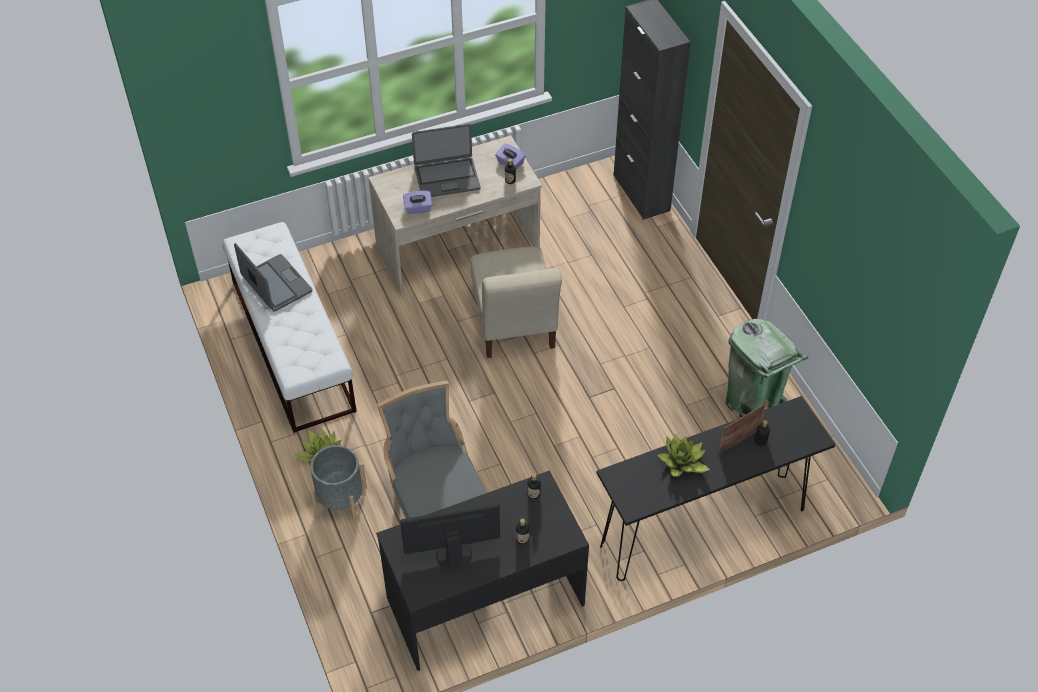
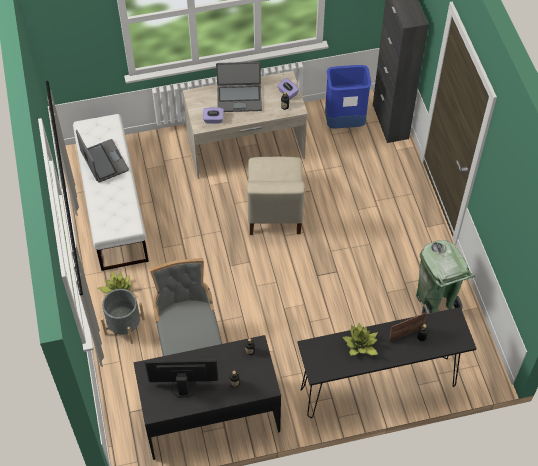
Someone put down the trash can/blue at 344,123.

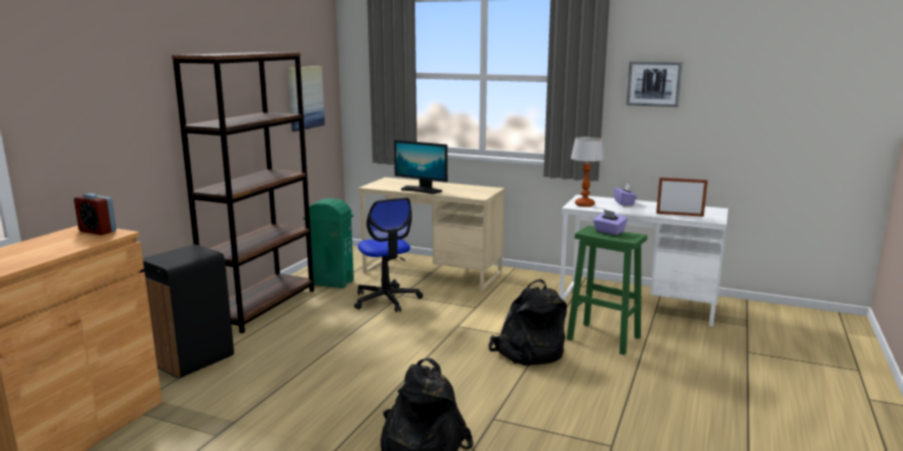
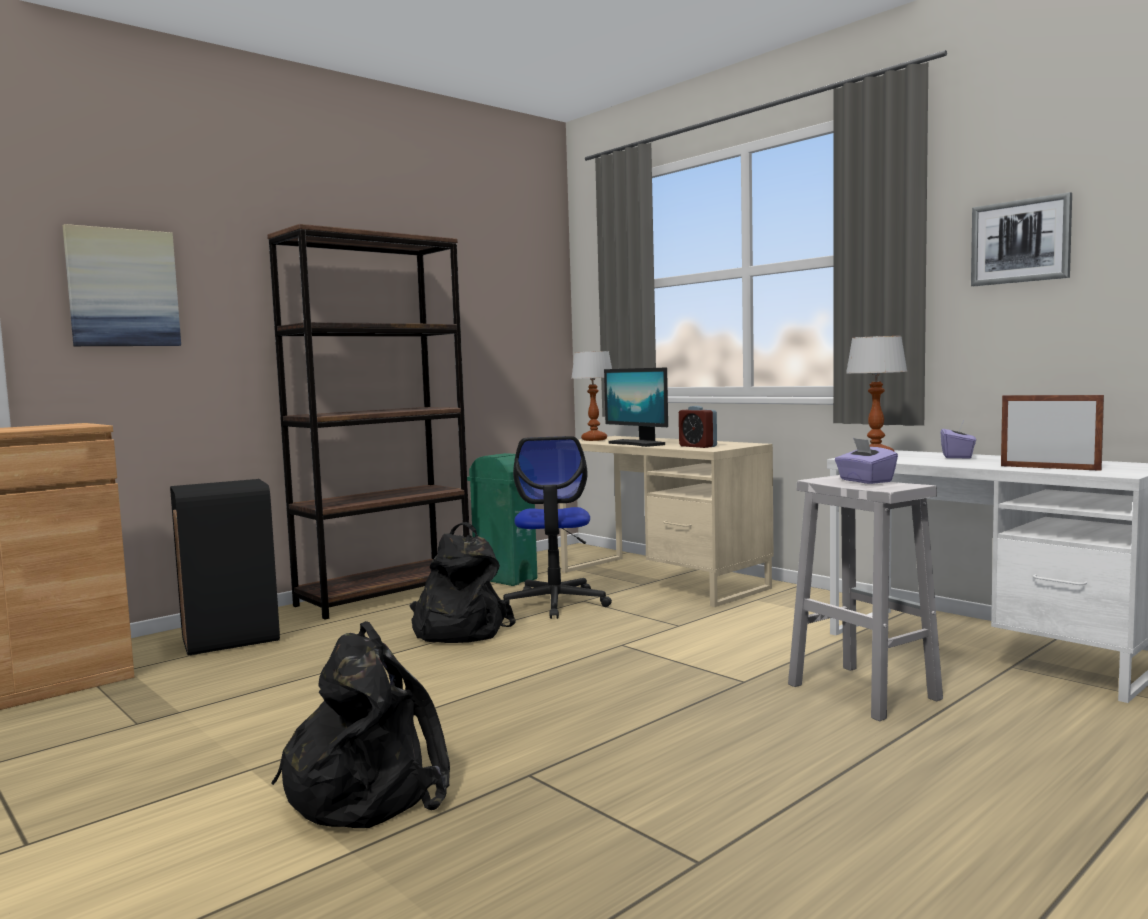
Someone carried the alarm clock from 97,231 to 698,446.
Someone carried the picture from 305,97 to 123,288.
Someone carried the backpack/black from 528,352 to 457,631.
Someone repainted the stool/green at 602,338, which became the stool/white at 860,691.
Someone put down the table lamp at 594,440.

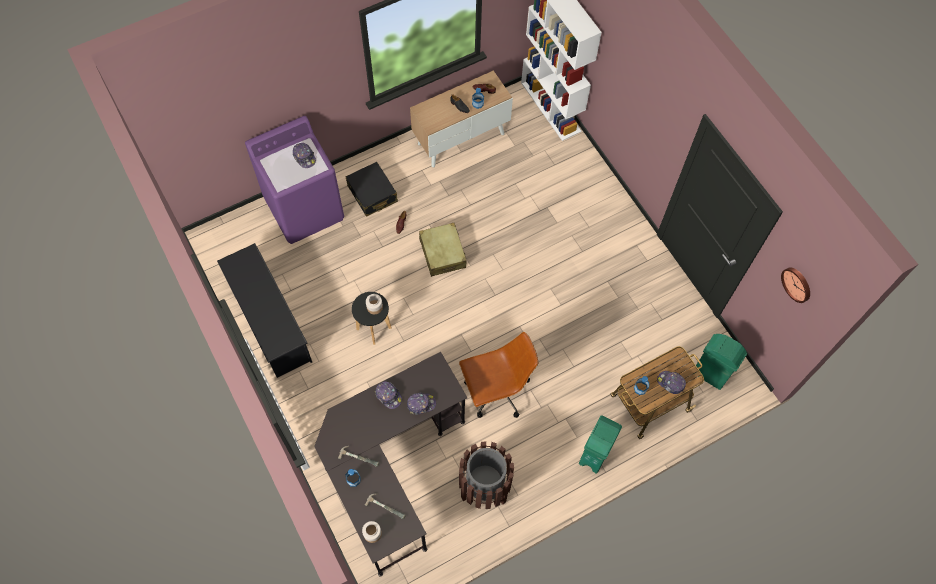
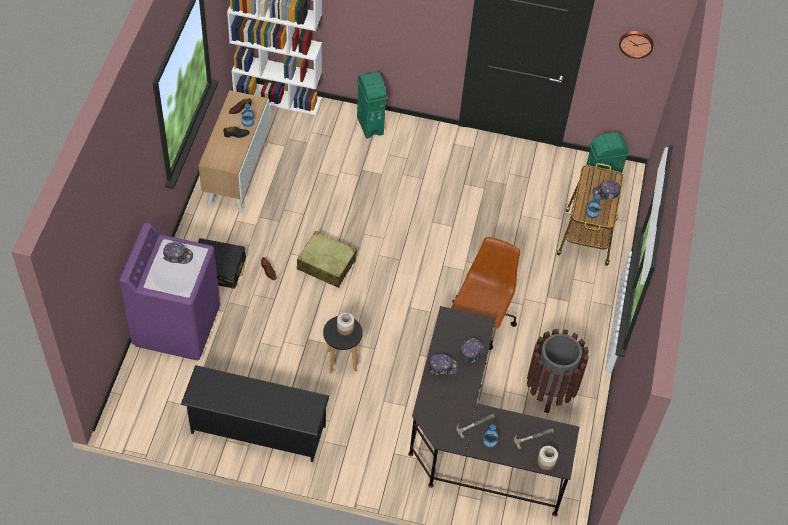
Someone carried the trash can/green from 595,454 to 370,125.

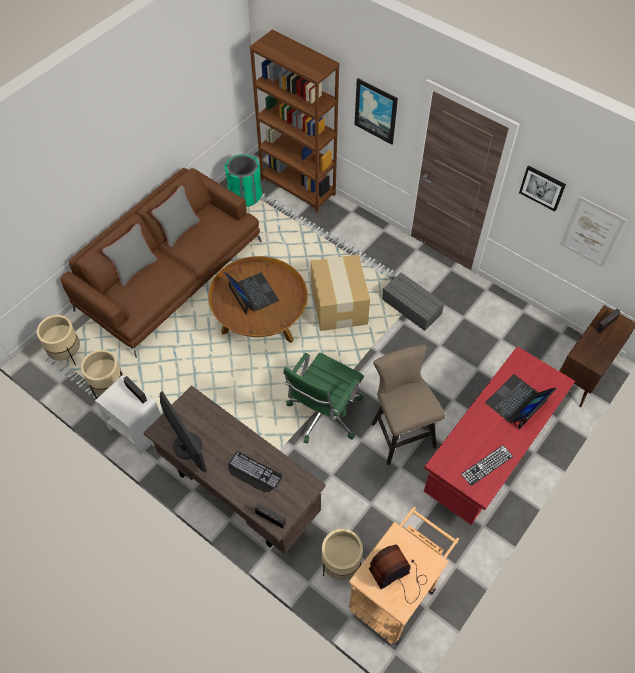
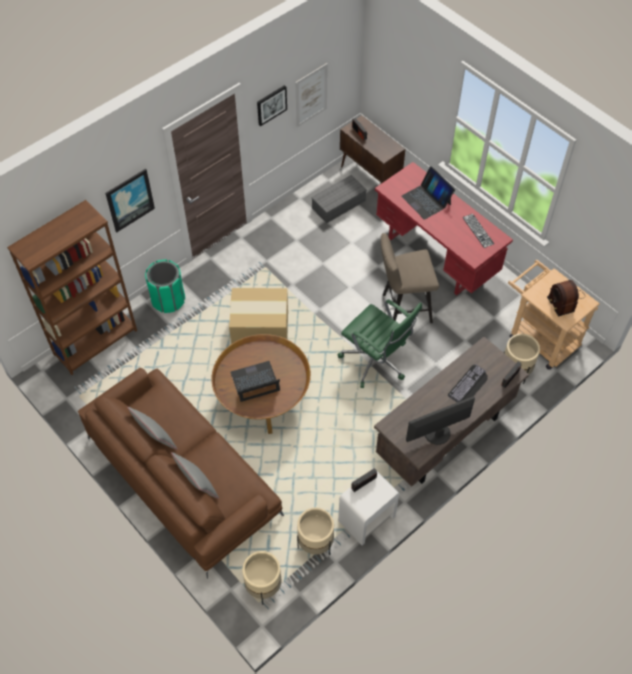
Someone carried the trash can/green from 245,195 to 168,300.
Someone carried the storage box/grey from 410,306 to 338,205.

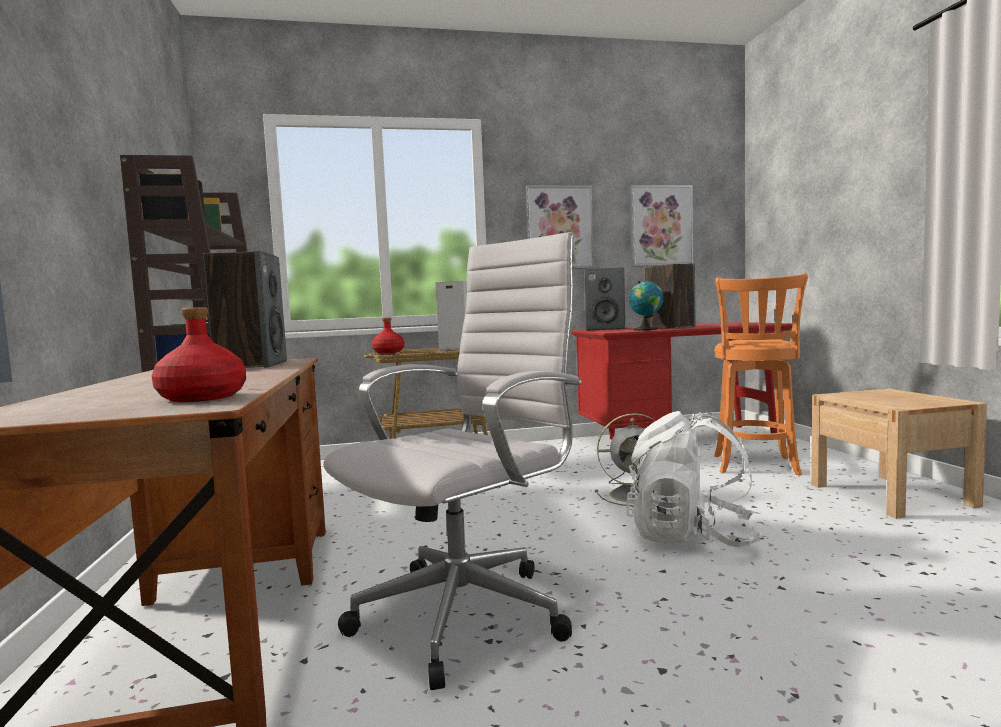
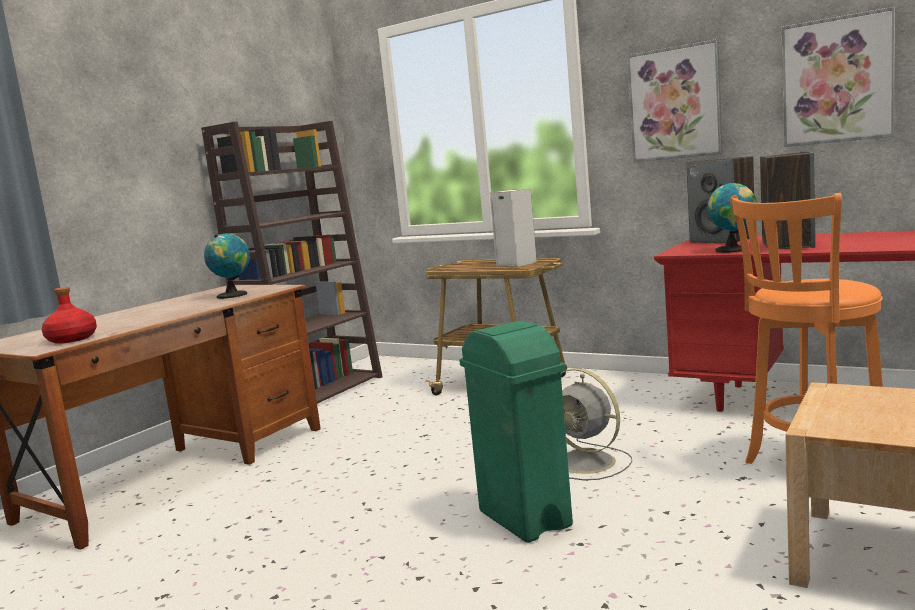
Someone swapped the speaker at 252,365 for the globe at 233,295.
Someone took away the office chair/white at 469,612.
Someone took away the bottle/red at 389,352.
Someone swapped the backpack/white at 691,537 for the trash can/green at 524,519.

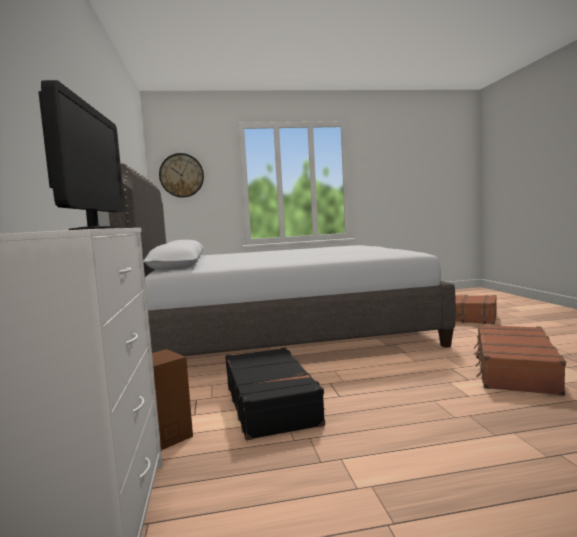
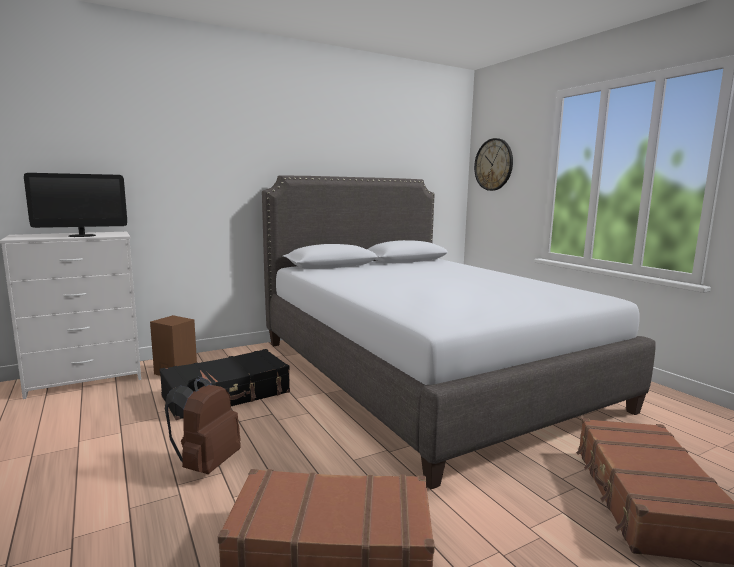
Someone put down the backpack/brown at 206,464.

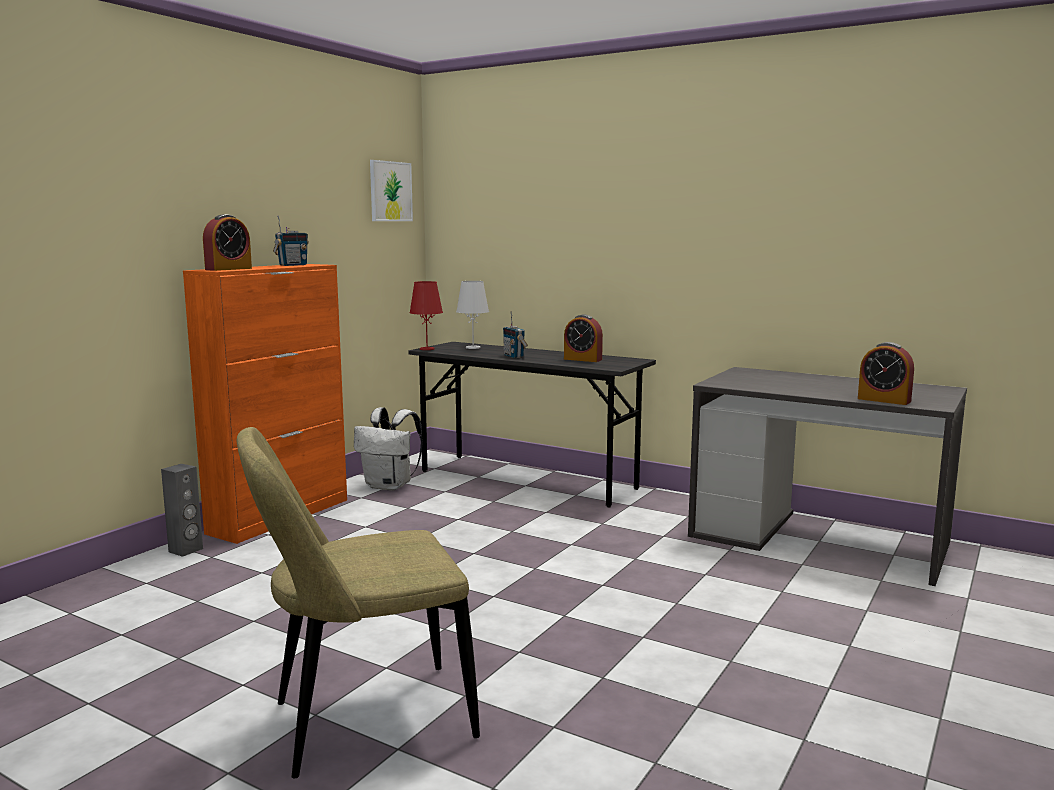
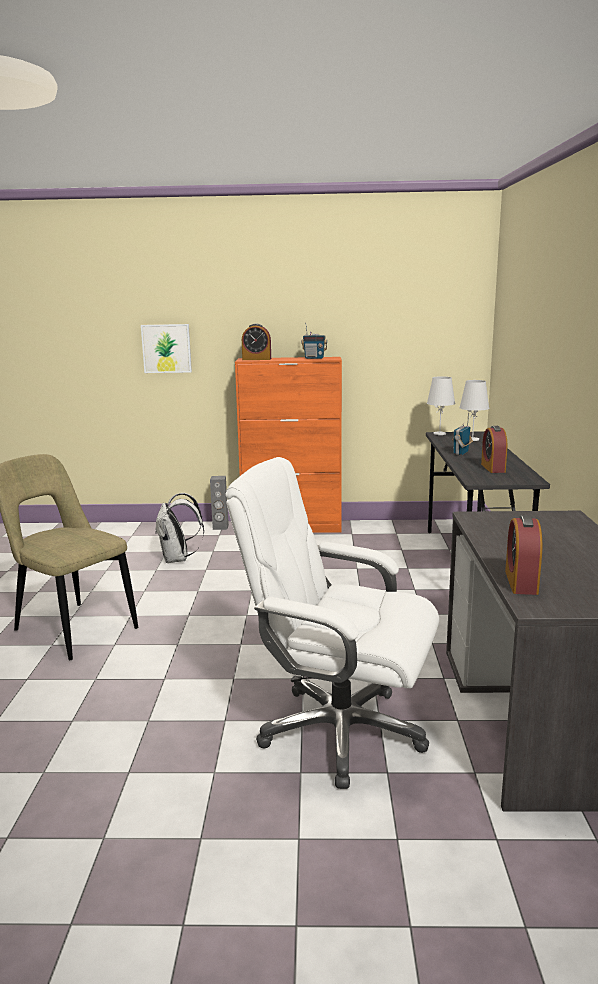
Someone carried the backpack/white from 390,486 to 178,559.
Someone carried the picture from 390,191 to 166,348.
Someone repainted the table lamp/red at 427,349, which became the table lamp/white at 439,433.
Someone put down the office chair/white at 339,731.

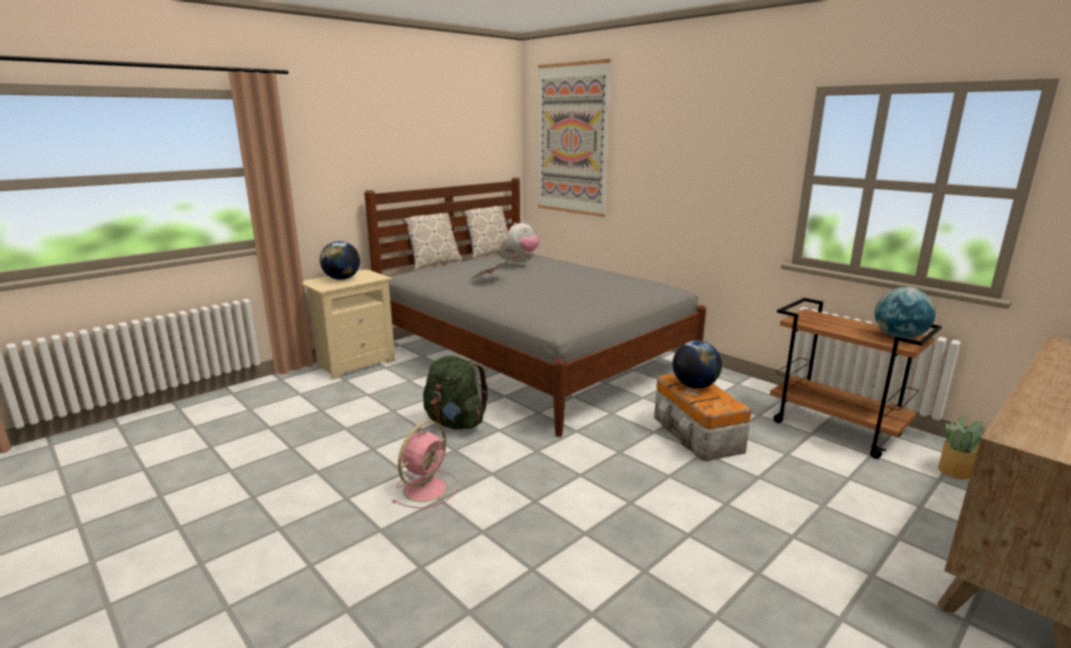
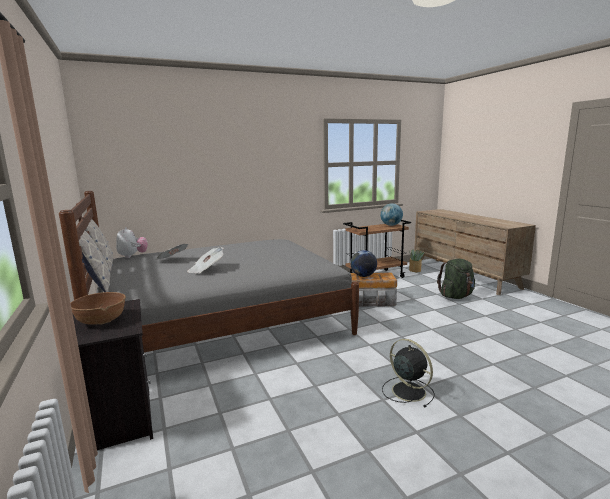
Someone repainted the nightstand/beige at 354,363, which became the nightstand/black at 120,420.
Someone swapped the globe at 342,279 for the bowl/brown at 101,321.
Someone repainted the fan/pink at 427,488, which became the fan/black at 407,391.
Someone carried the backpack/green from 455,423 to 456,296.
Someone took away the picture at 572,139.

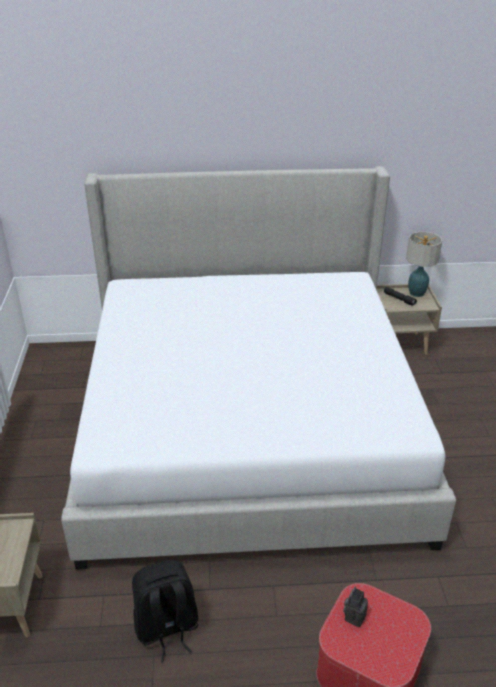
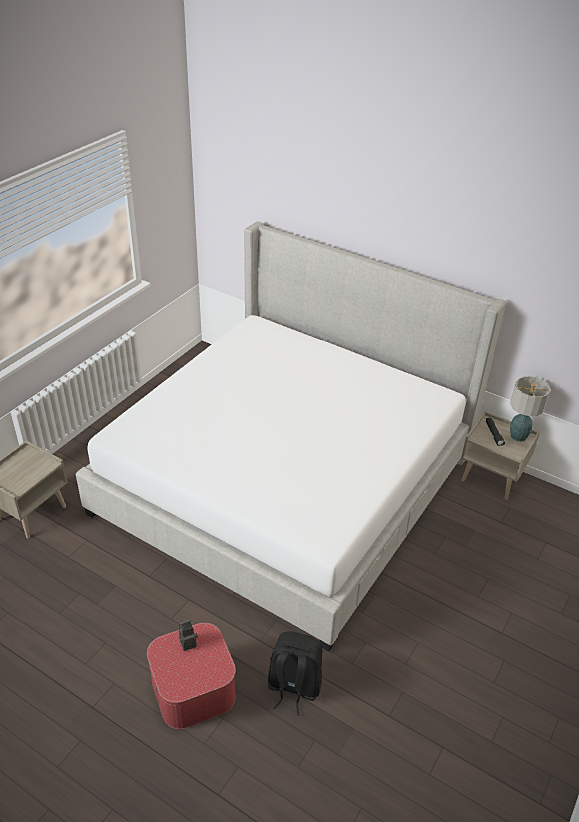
Someone carried the backpack/black from 166,628 to 293,686.

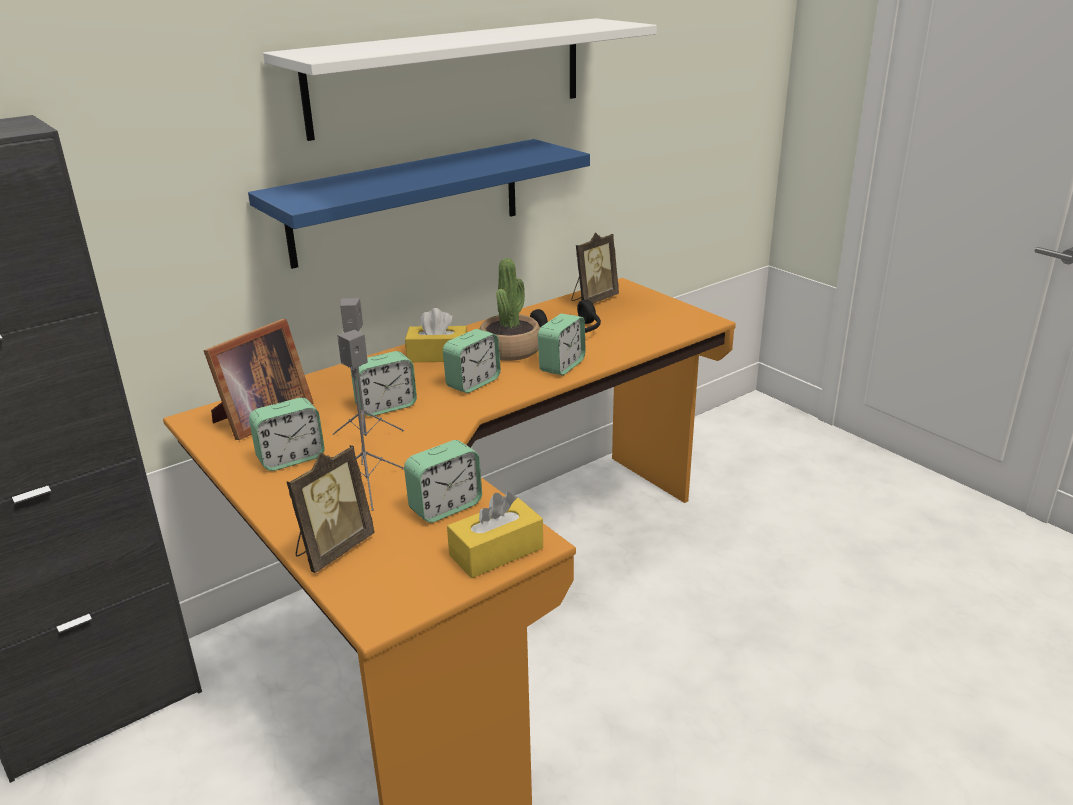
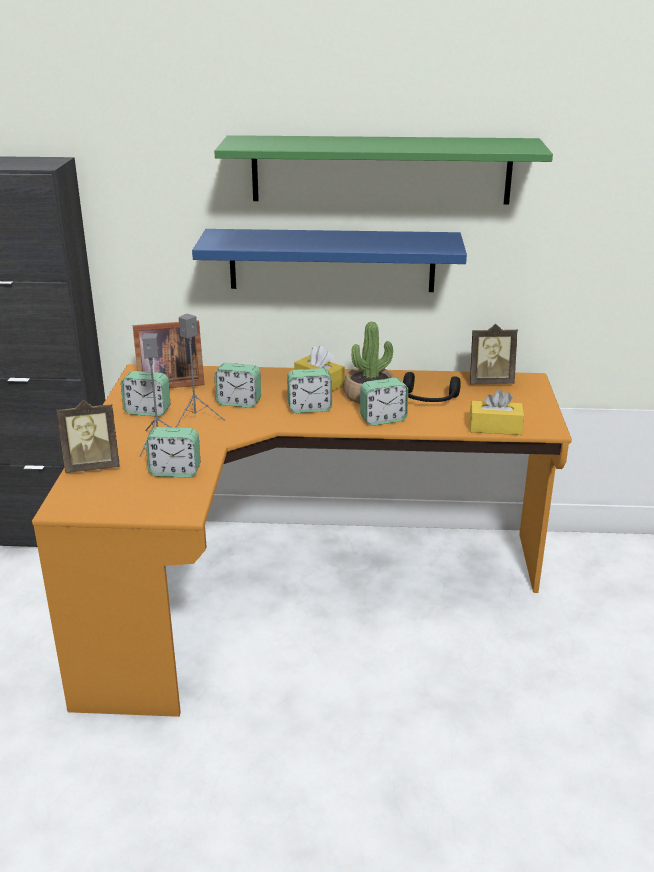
Someone repainted the shelf/white at 450,76, which became the shelf/green at 381,170.
Someone carried the tissue box/yellow from 496,552 to 495,427.

